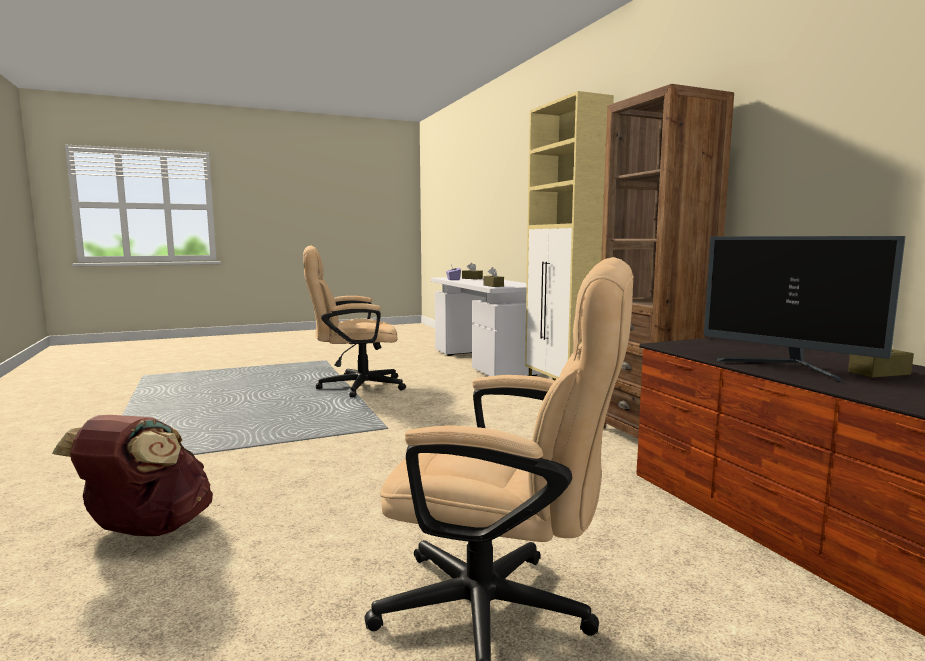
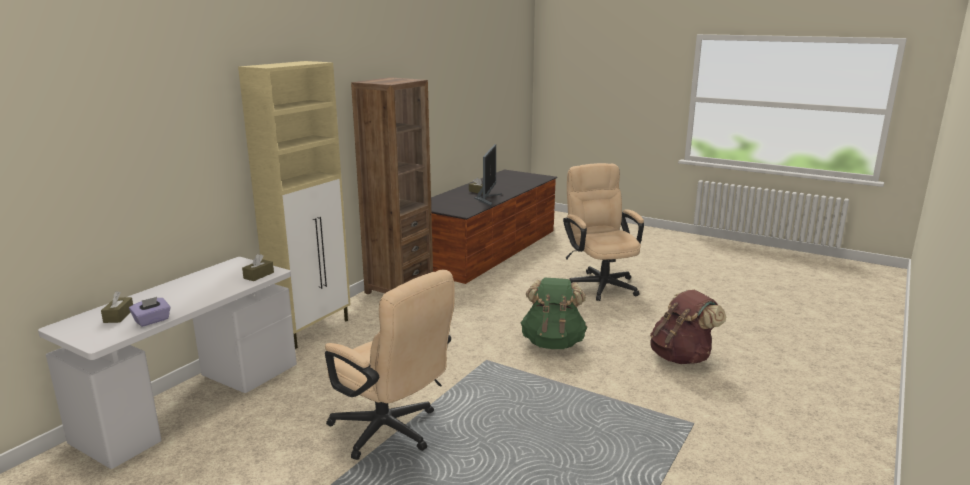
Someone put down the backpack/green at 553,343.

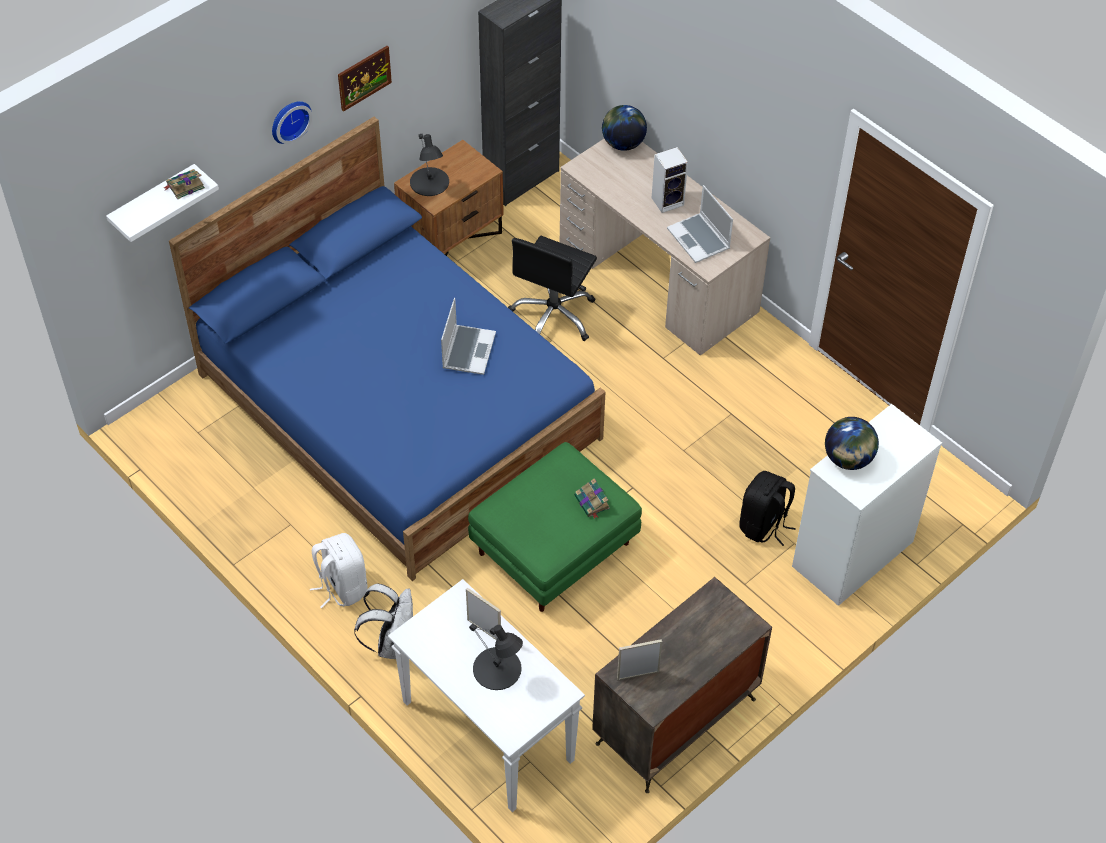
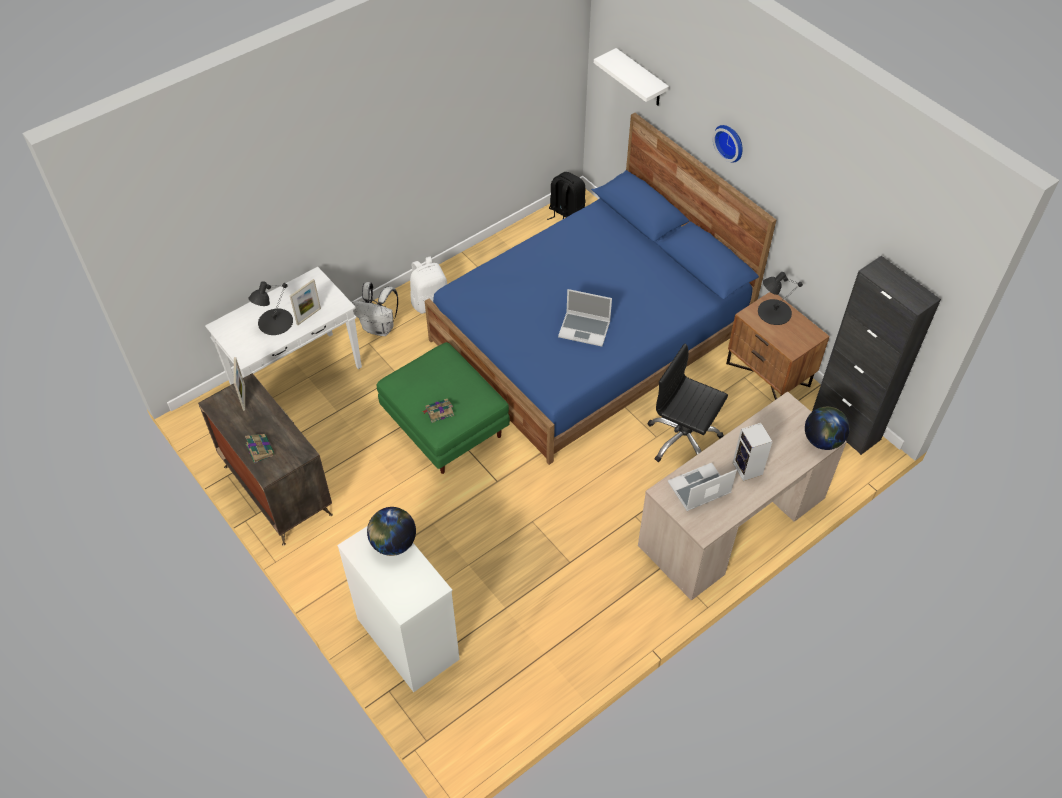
Someone carried the book from 184,186 to 260,449.
Someone took away the picture at 364,77.
Someone carried the backpack/black from 764,525 to 565,213.

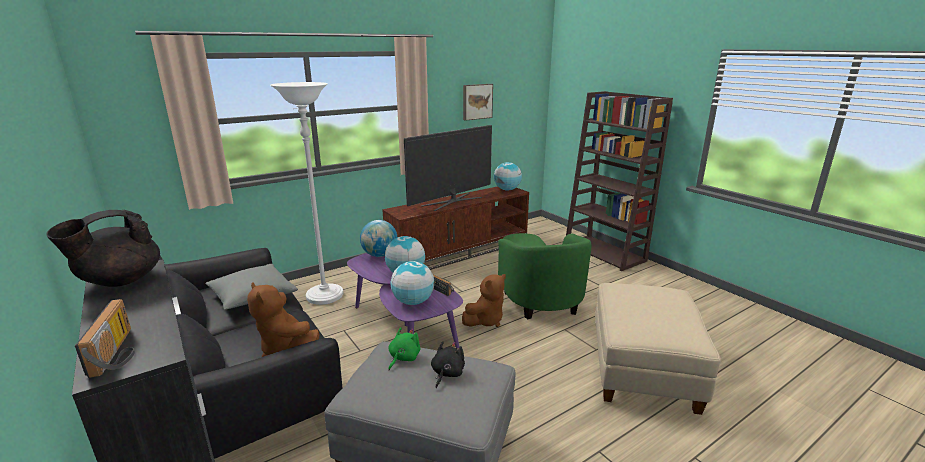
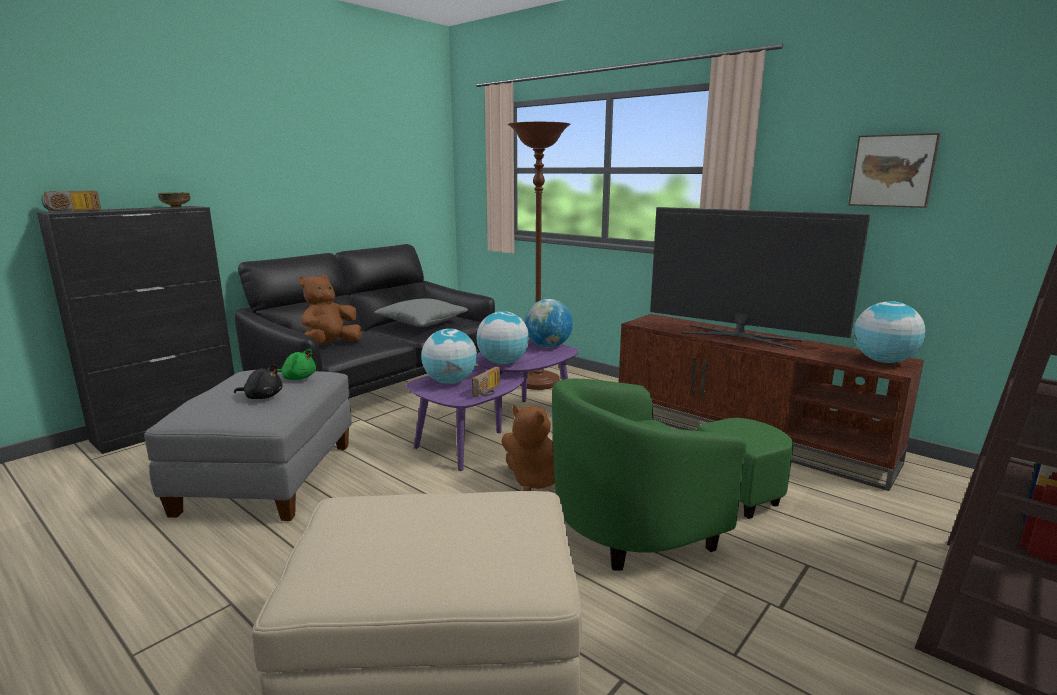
Someone swapped the teapot/black at 120,280 for the bowl at 176,207.
Someone repainted the floor lamp/white at 324,296, which became the floor lamp/brown at 537,383.

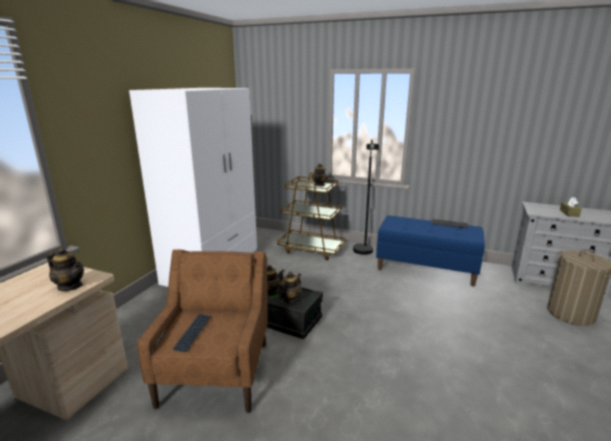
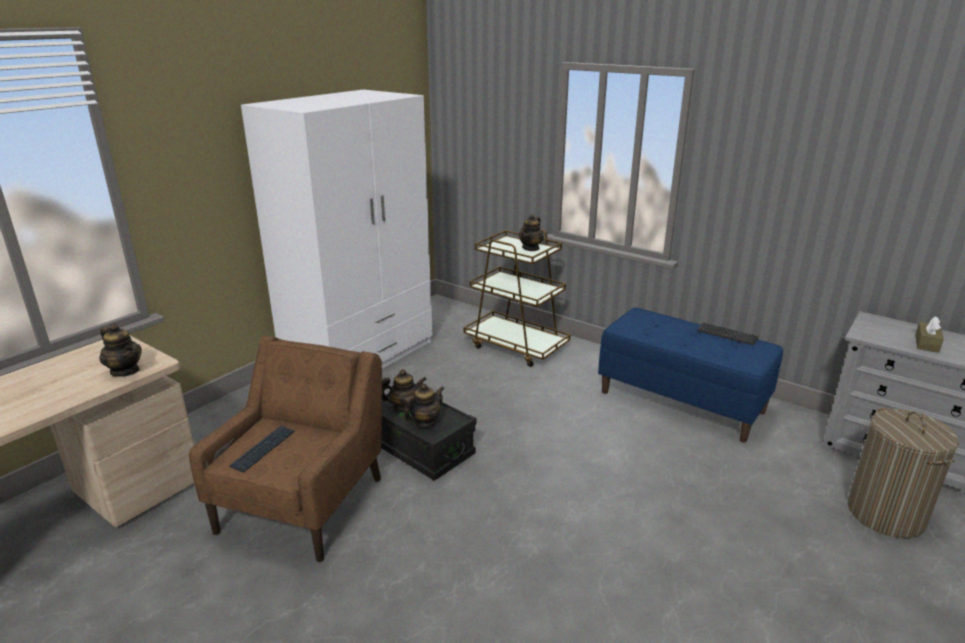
Someone took away the floor lamp/black at 363,253.

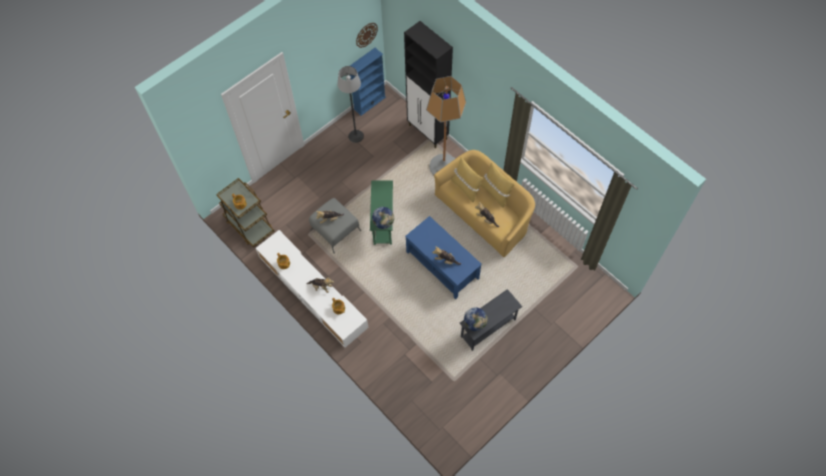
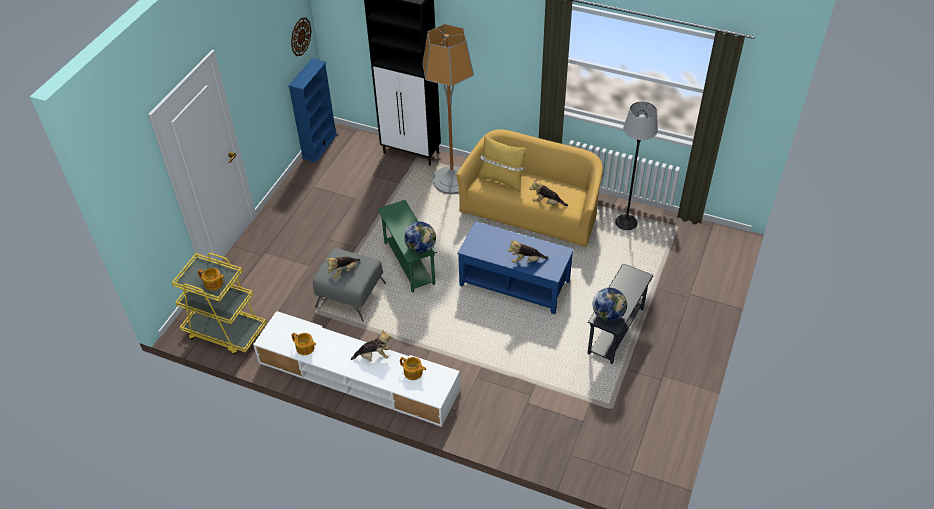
Someone repainted the cart/brown at 249,225, which became the cart/yellow at 225,331.
Someone carried the floor lamp from 356,136 to 626,222.
Someone took away the pillow/yellow at 495,193.

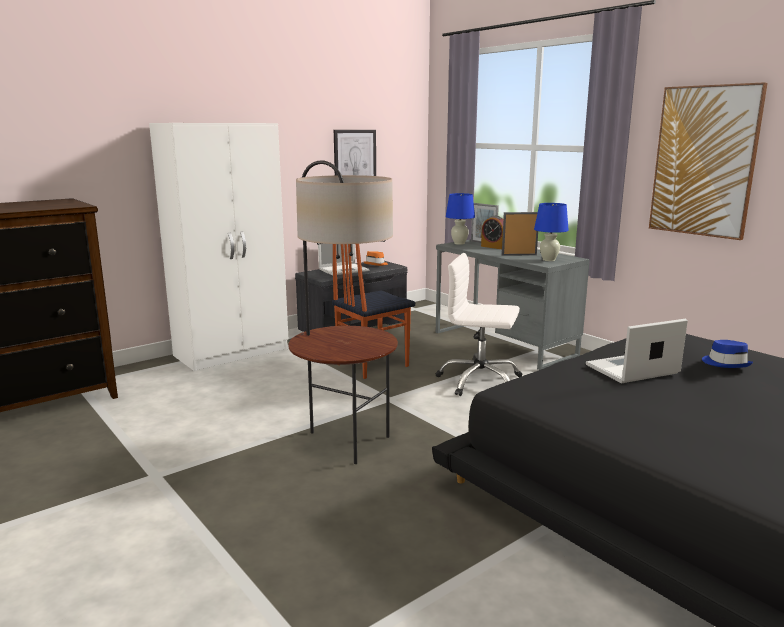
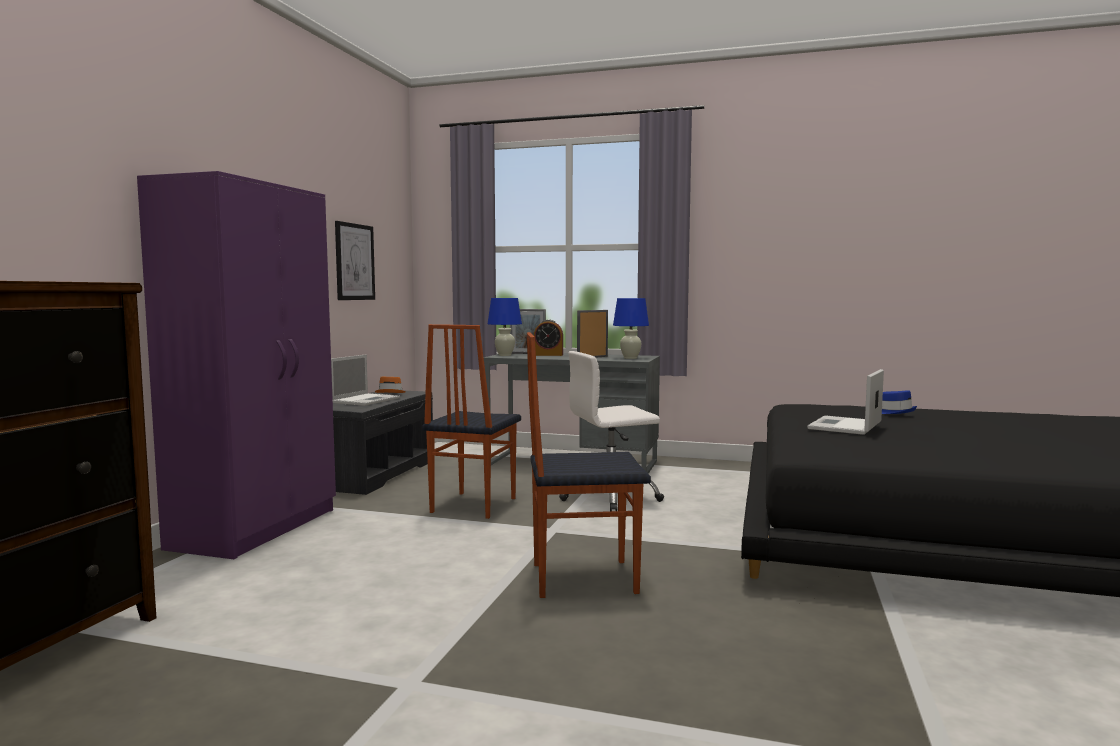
Someone repainted the wardrobe/white at 233,352, which became the wardrobe/purple at 258,528.
Someone swapped the floor lamp at 345,442 for the chair at 582,577.
Someone took away the picture at 704,161.

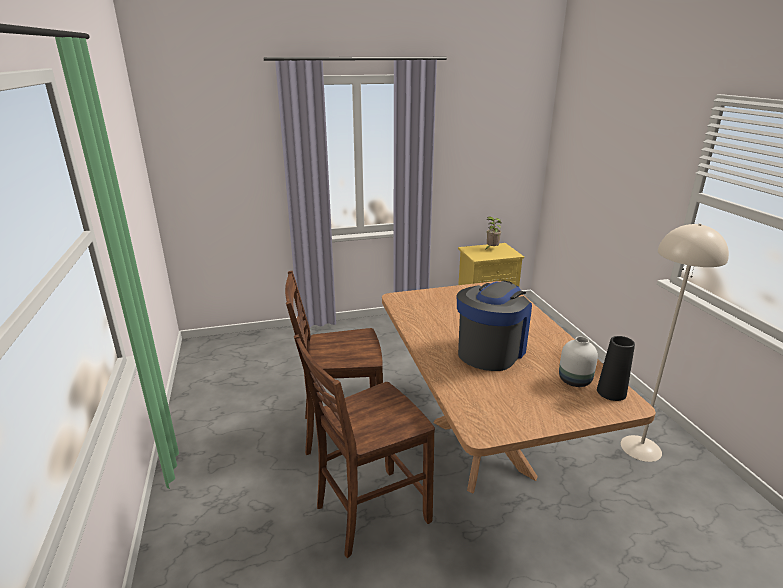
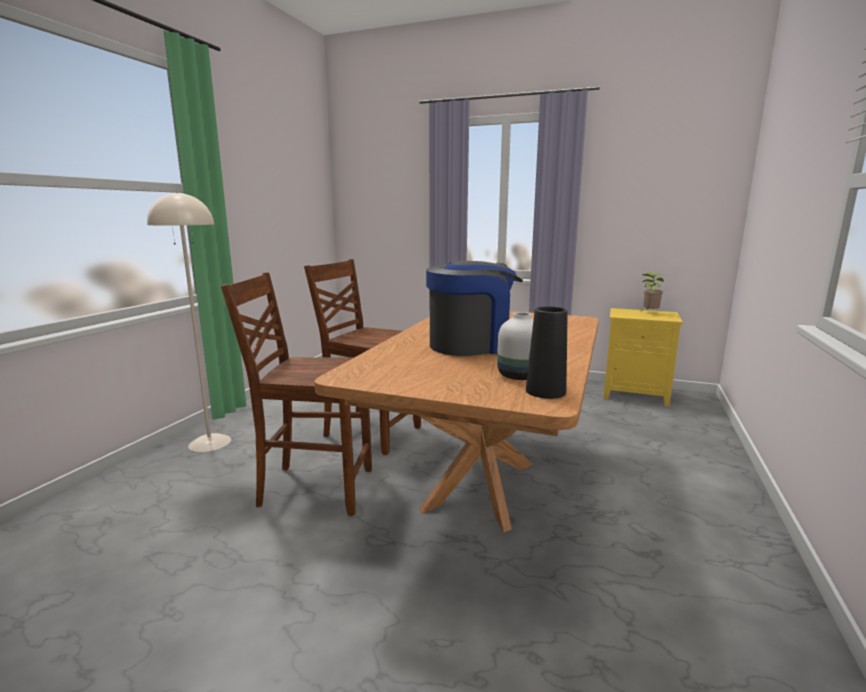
Someone carried the floor lamp/beige from 641,448 to 209,443.

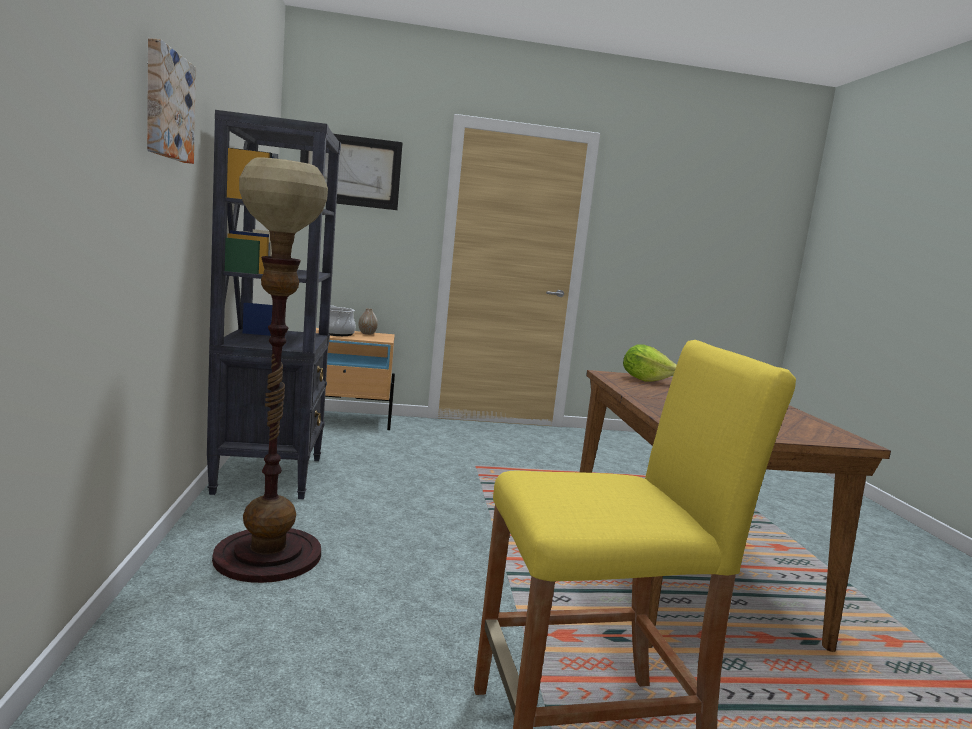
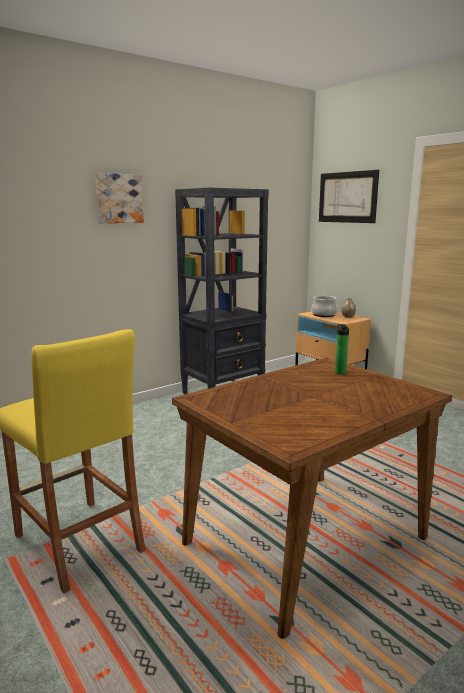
Someone took away the floor lamp at 267,555.
Someone swapped the lettuce at 645,380 for the bottle at 340,372.

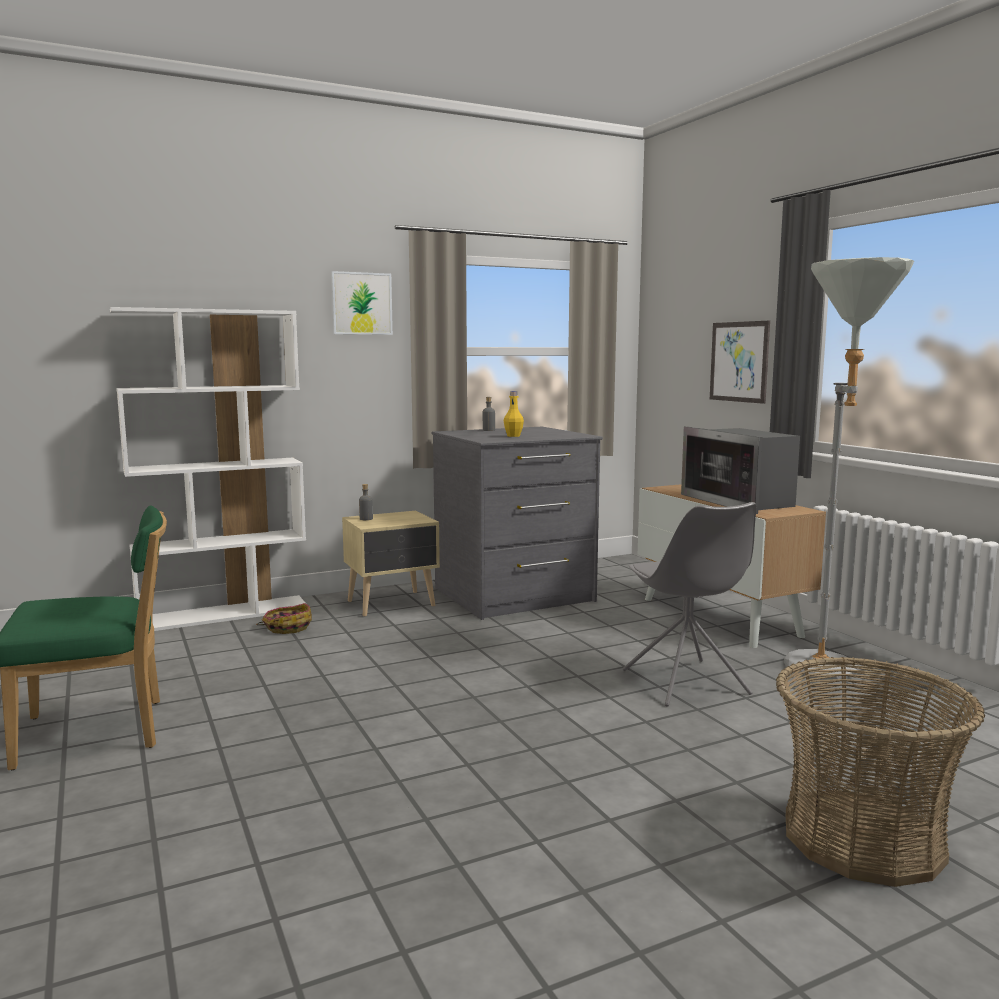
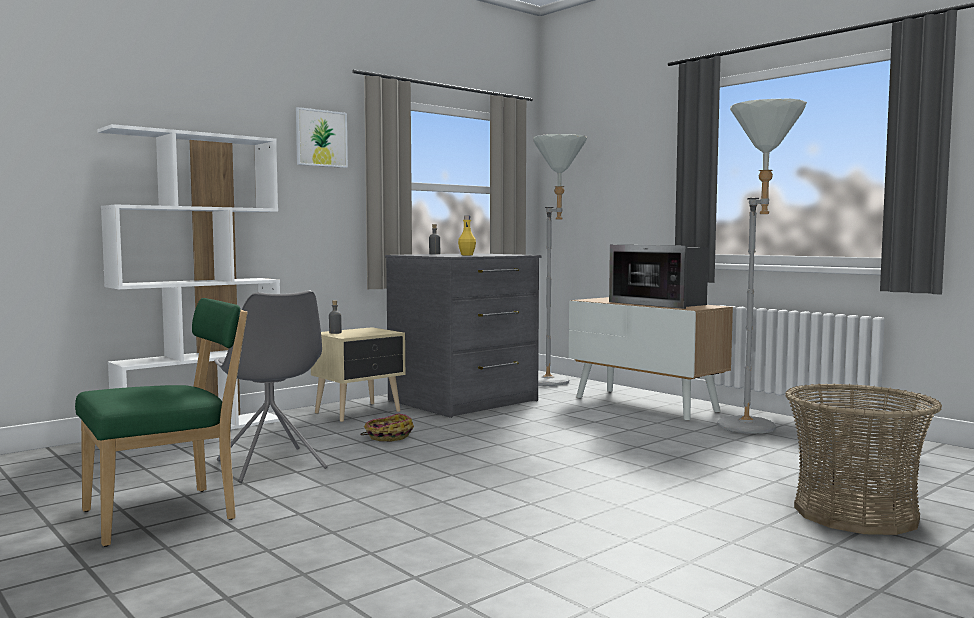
Someone carried the basket from 287,627 to 387,436.
Someone carried the chair/grey from 686,683 to 271,465.
Someone took away the picture at 739,361.
Someone put down the floor lamp/grey at 555,383.

